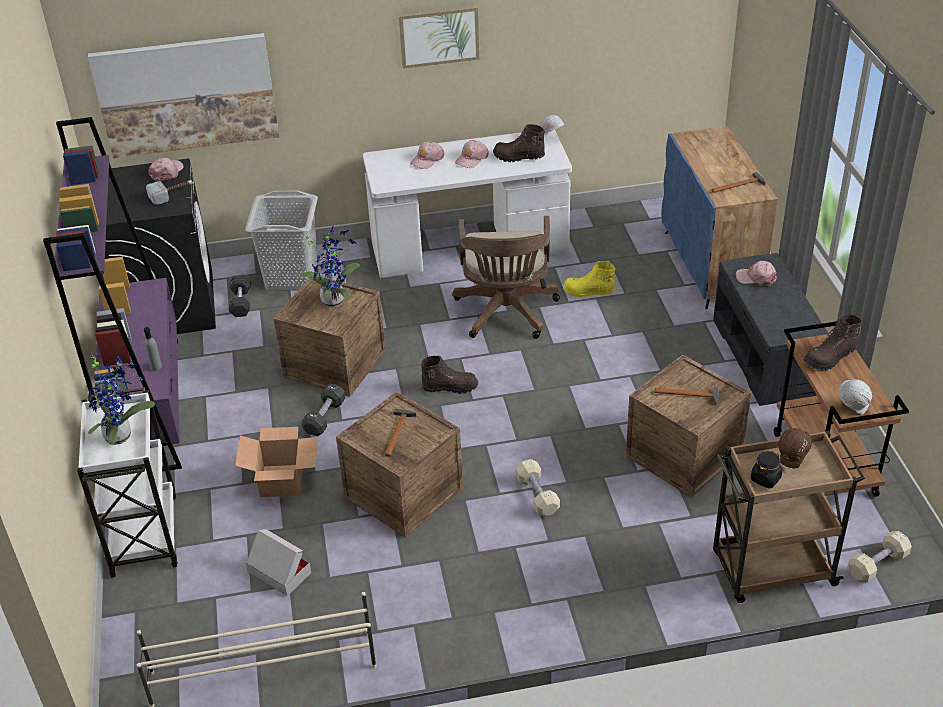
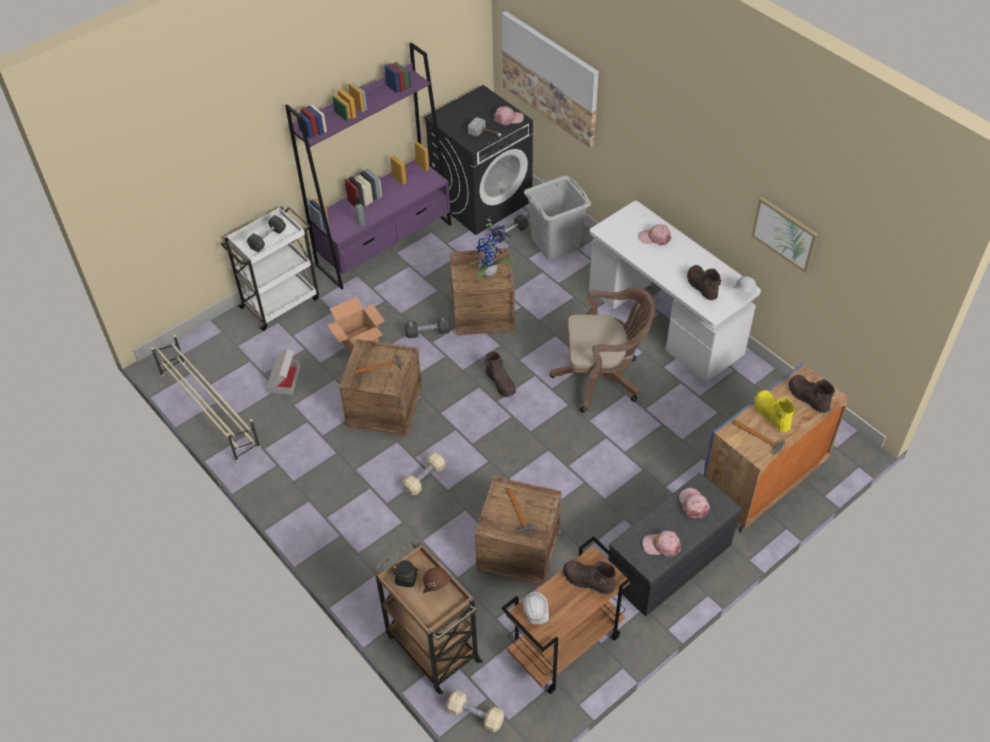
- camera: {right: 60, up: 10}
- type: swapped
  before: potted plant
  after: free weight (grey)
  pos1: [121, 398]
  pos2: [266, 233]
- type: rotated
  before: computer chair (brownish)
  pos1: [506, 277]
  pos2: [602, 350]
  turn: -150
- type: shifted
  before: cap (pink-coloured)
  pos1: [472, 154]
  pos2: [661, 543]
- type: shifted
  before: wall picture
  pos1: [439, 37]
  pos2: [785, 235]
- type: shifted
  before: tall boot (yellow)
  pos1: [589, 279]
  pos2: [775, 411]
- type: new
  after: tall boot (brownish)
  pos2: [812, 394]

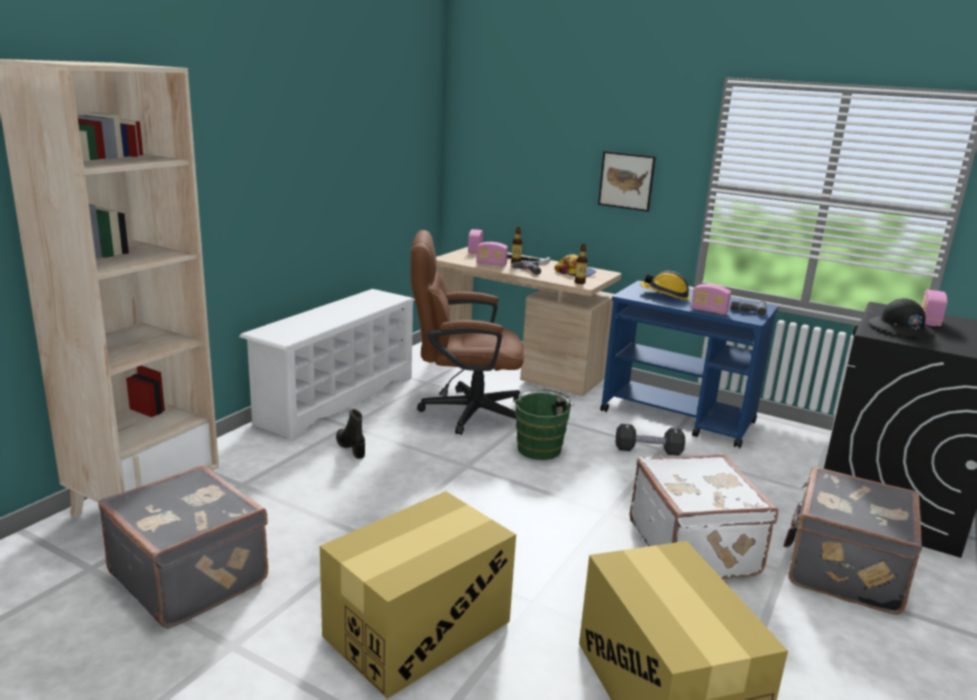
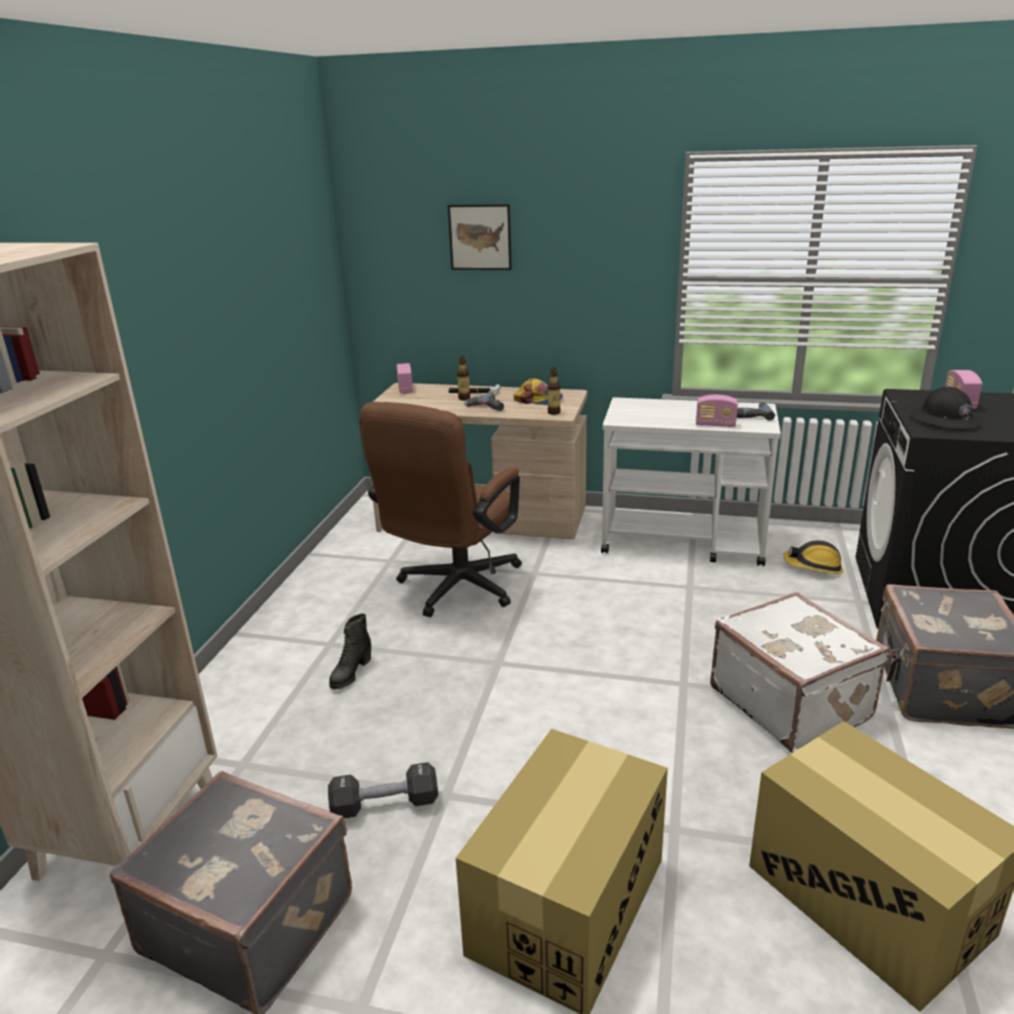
- camera: {right: -15, up: 5}
- type: shifted
  before: free weight (blackish)
  pos1: [650, 440]
  pos2: [383, 790]
- type: rotated
  before: tall boot (blackish)
  pos1: [350, 434]
  pos2: [350, 651]
  turn: -105
- type: rotated
  before: computer chair (brownish)
  pos1: [467, 332]
  pos2: [440, 509]
  turn: -45
- type: shifted
  before: wall picture
  pos1: [627, 181]
  pos2: [480, 237]
- type: repainted
  before: trolley (blue)
  after: trolley (white)
  pos1: [689, 364]
  pos2: [691, 481]
- type: shifted
  before: work helmet
  pos1: [665, 285]
  pos2: [813, 557]
- type: gone
  before: shoe stand (white)
  pos1: [327, 365]
- type: gone
  before: radio set
  pos1: [492, 254]
- type: gone
  before: pail (green)
  pos1: [544, 424]

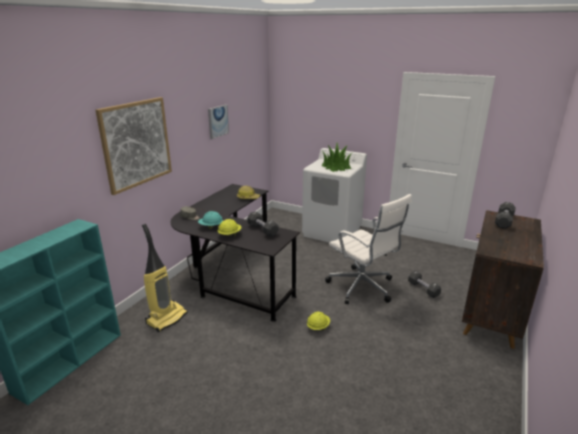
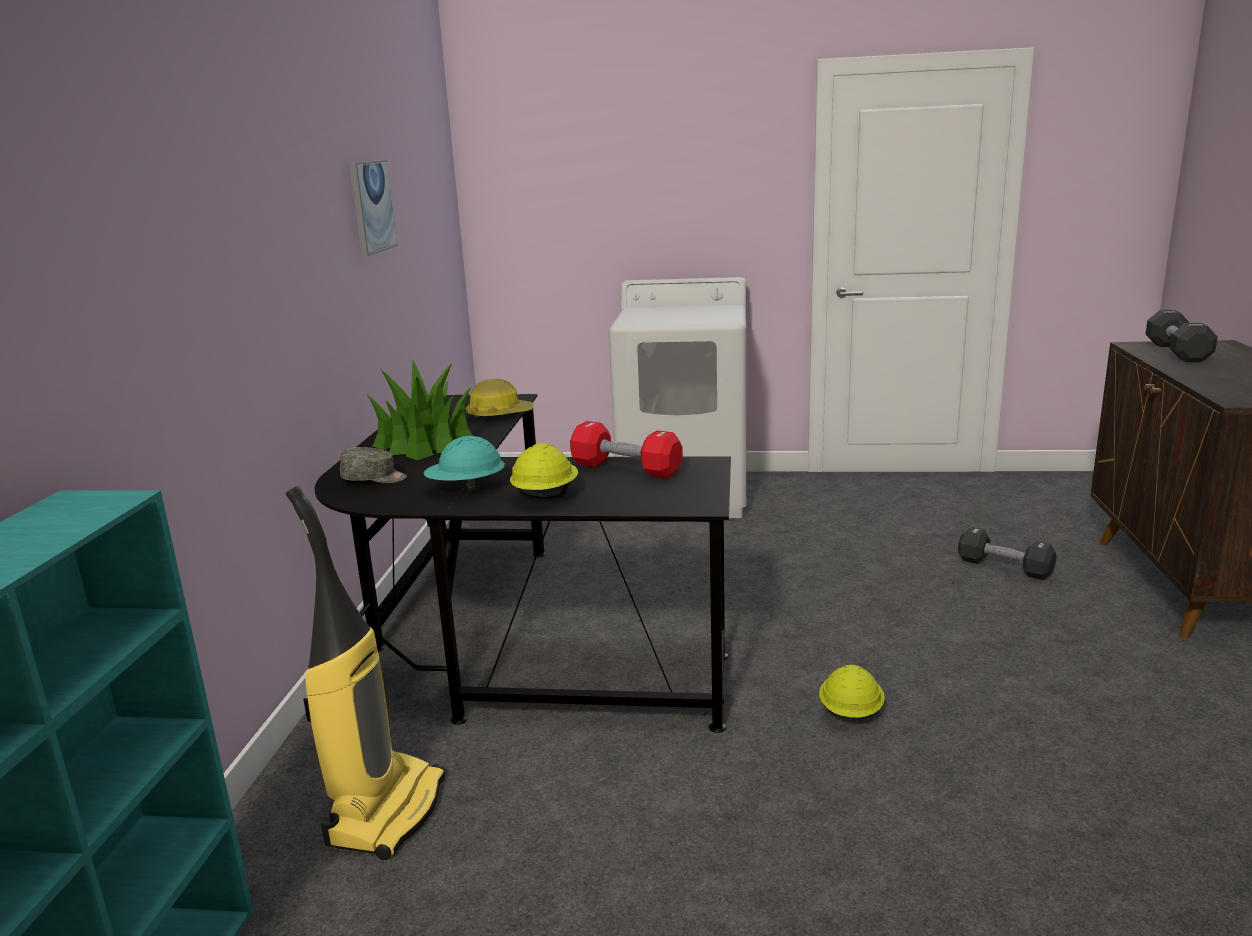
- camera: {right: -20, up: -5}
- type: shifted
  before: potted plant
  pos1: [337, 157]
  pos2: [420, 409]
- type: repainted
  before: free weight (blackish)
  after: free weight (reddish)
  pos1: [263, 224]
  pos2: [626, 450]
- type: gone
  before: wall picture
  pos1: [133, 146]
- type: gone
  before: computer chair (white)
  pos1: [368, 249]

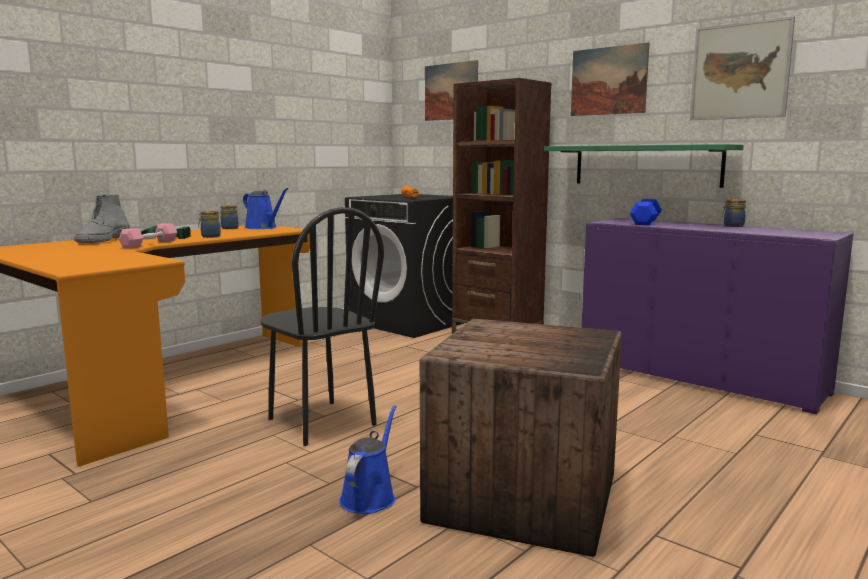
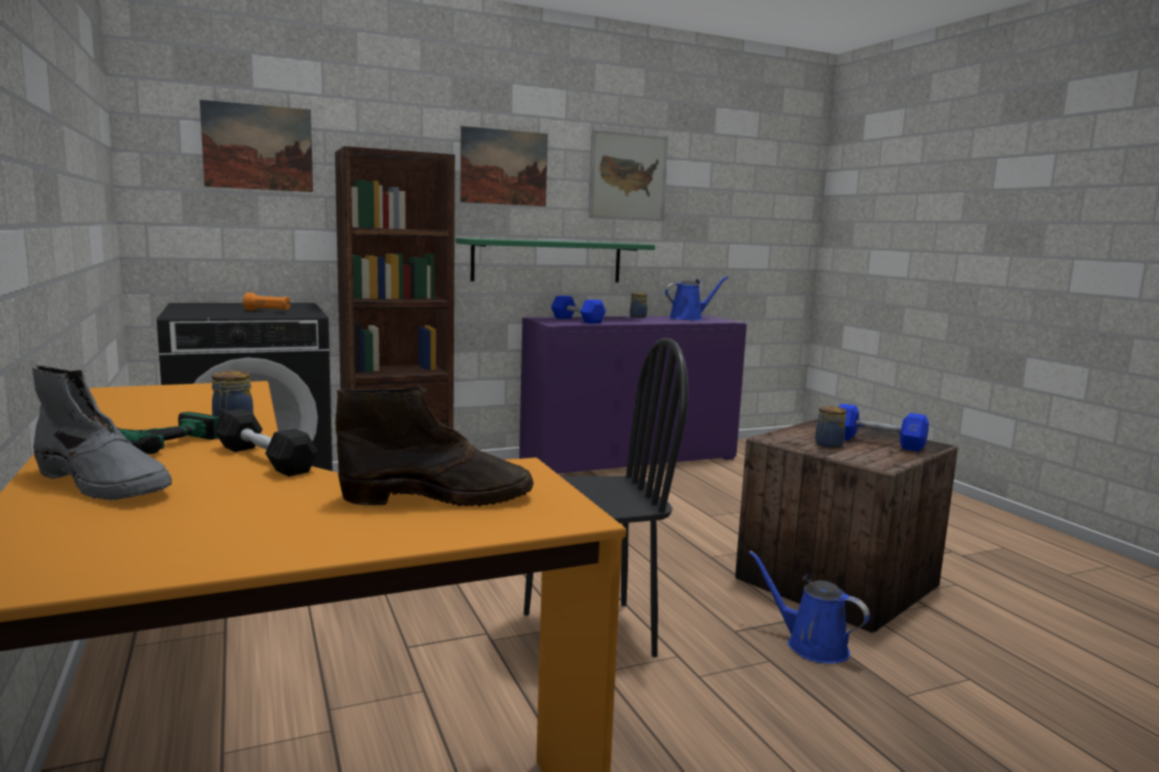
- camera: {right: -65, up: 0}
- type: repainted
  before: free weight (pink-coloured)
  after: free weight (blackish)
  pos1: [148, 236]
  pos2: [266, 443]
- type: new
  after: tall boot (brownish)
  pos2: [434, 446]
- type: shifted
  before: watering can (blue)
  pos1: [265, 208]
  pos2: [696, 298]
- type: shifted
  before: jar
  pos1: [229, 217]
  pos2: [830, 427]
- type: new
  after: free weight (blue)
  pos2: [883, 428]

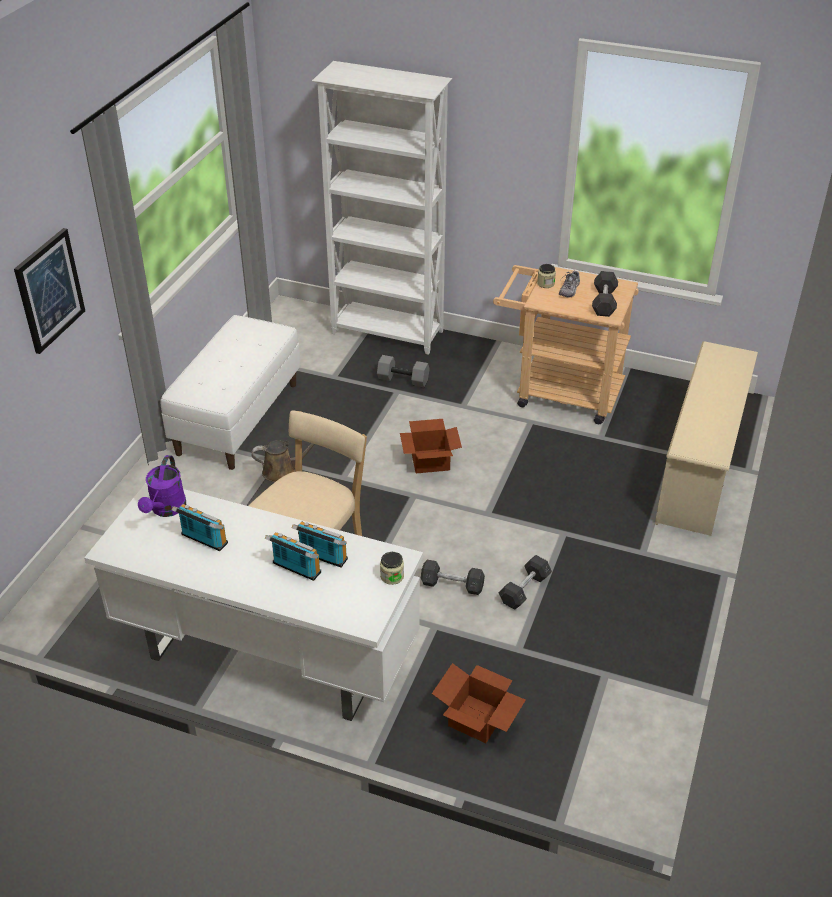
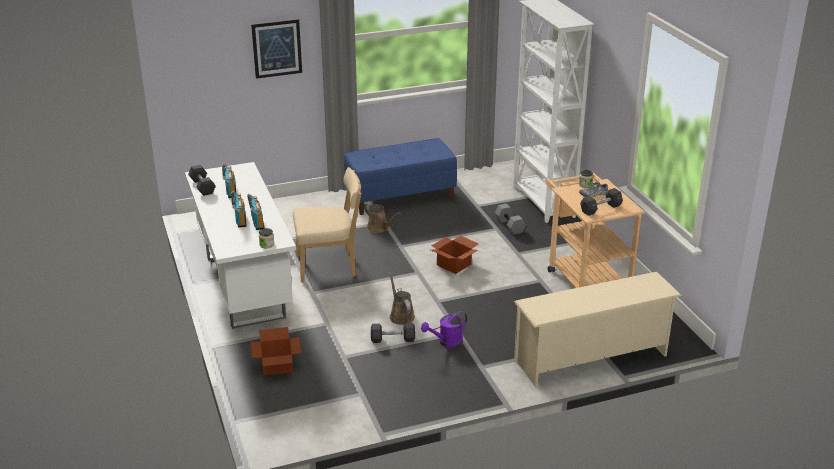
- camera: {right: 50, up: -10}
- type: shifted
  before: free weight (grey)
  pos1: [453, 577]
  pos2: [202, 180]
- type: repainted
  before: long seat (white)
  after: long seat (blue)
  pos1: [231, 392]
  pos2: [400, 176]
- type: new
  after: watering can (brownish)
  pos2: [402, 298]
- type: shifted
  before: watering can (purplish)
  pos1: [162, 486]
  pos2: [444, 329]

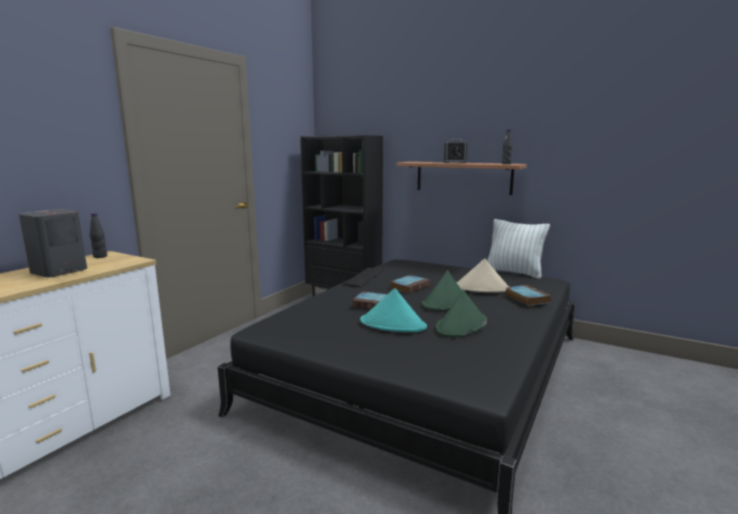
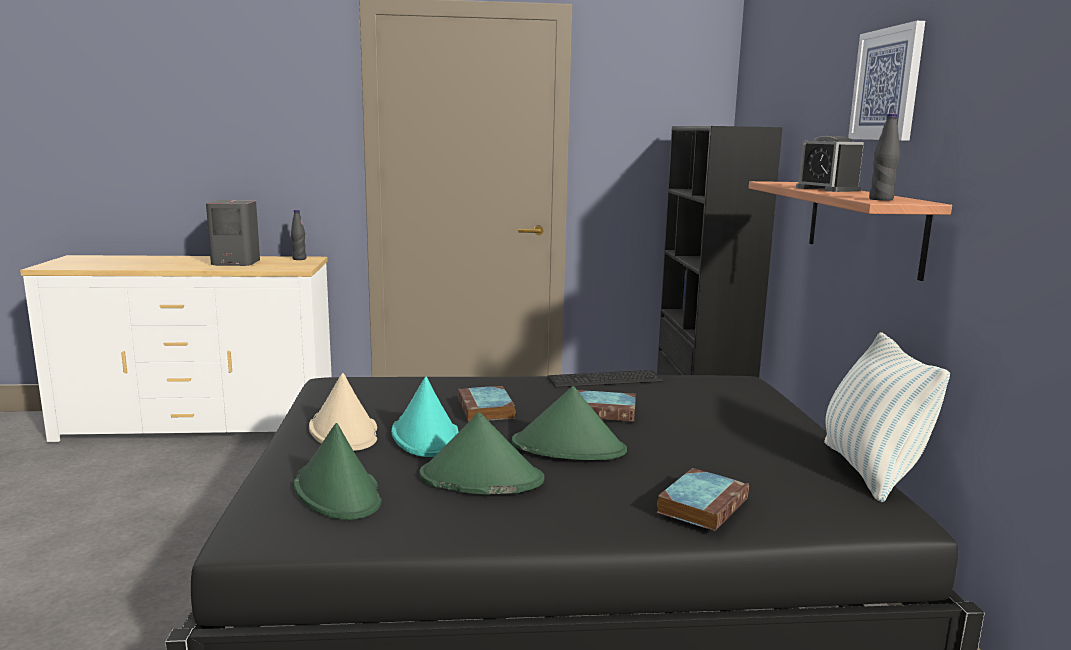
- camera: {right: 55, up: 0}
- type: new
  after: hat (green)
  pos2: [338, 471]
- type: shifted
  before: hat (sand-coloured)
  pos1: [482, 276]
  pos2: [343, 412]
- type: new
  after: wall picture
  pos2: [886, 81]

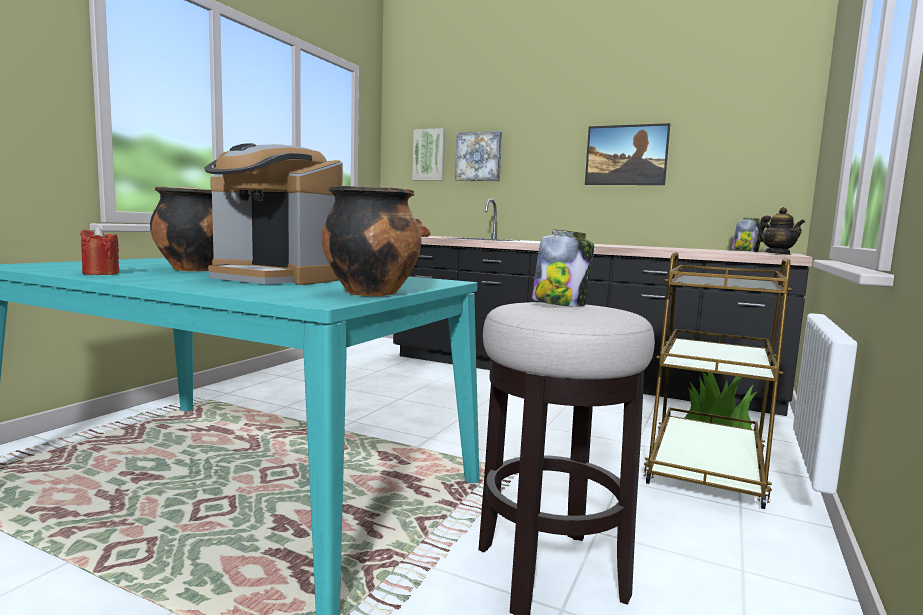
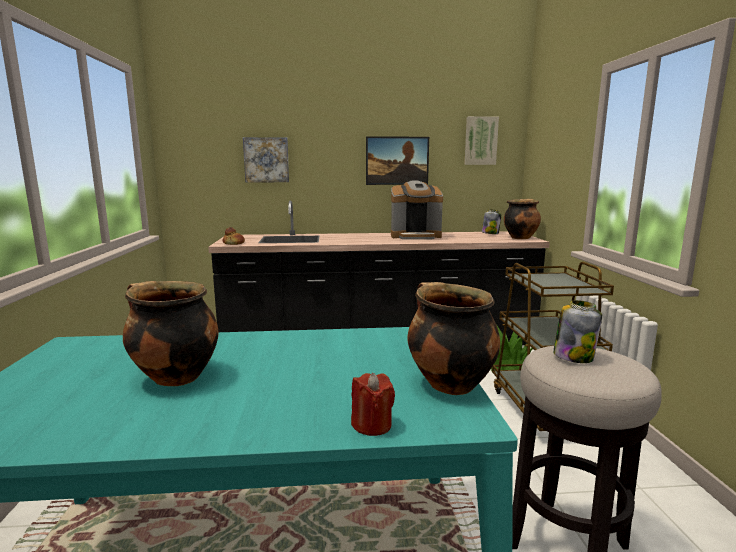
- camera: {right: -30, up: 5}
- type: shifted
  before: candle (reddish)
  pos1: [100, 251]
  pos2: [373, 404]
- type: shifted
  before: coffee brewer
  pos1: [273, 214]
  pos2: [417, 210]
- type: shifted
  before: wall picture
  pos1: [429, 154]
  pos2: [481, 140]
- type: swapped
  before: tea pot
  after: cooking pot
  pos1: [781, 231]
  pos2: [522, 219]

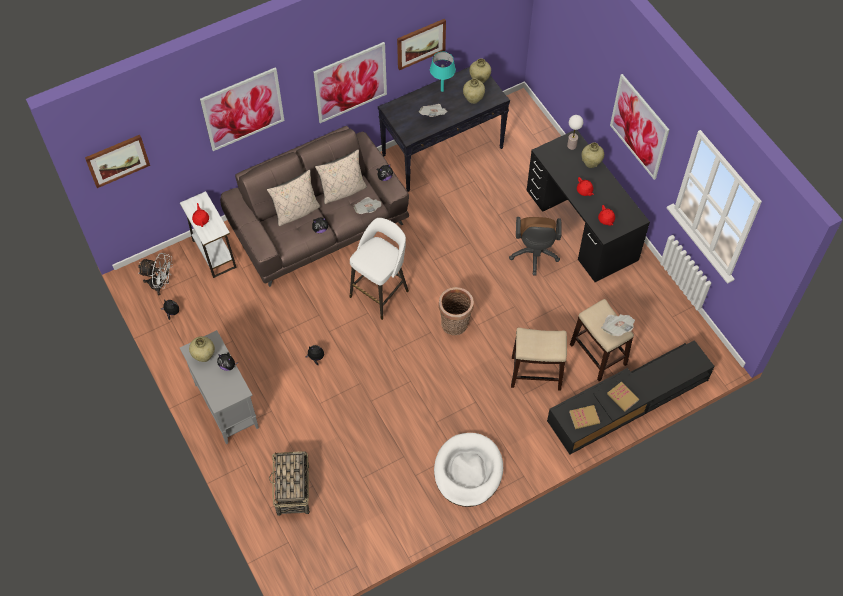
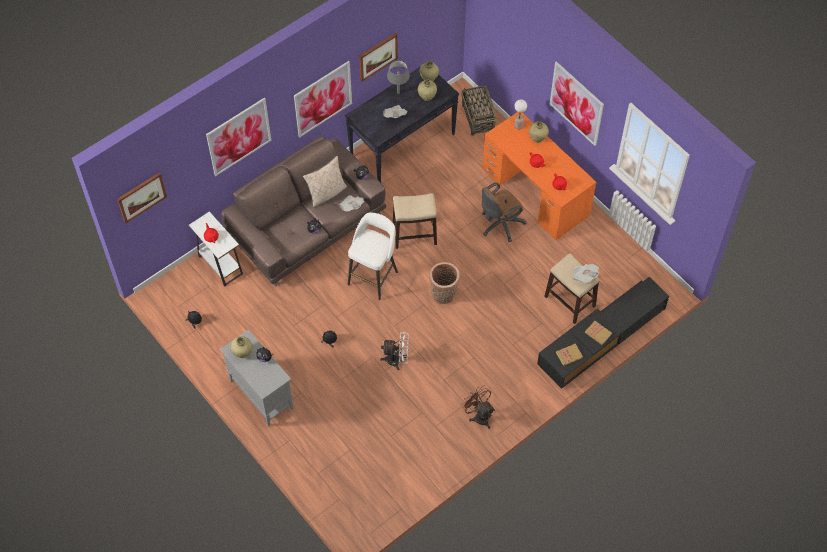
- camera: {right: -10, up: 0}
- type: shifted
  before: electric fan (white)
  pos1: [155, 274]
  pos2: [394, 351]
- type: repainted
  before: lamp for a table (turquoise)
  after: lamp for a table (grey)
  pos1: [443, 72]
  pos2: [398, 77]
- type: shifted
  before: sitting stool
  pos1: [539, 359]
  pos2: [415, 221]
- type: shifted
  before: household basket
  pos1: [289, 484]
  pos2: [479, 110]
- type: swapped
  before: pet bed (white)
  after: electric fan (brownish)
  pos1: [468, 470]
  pos2: [478, 407]
- type: rotated
  before: computer chair (brownish)
  pos1: [535, 246]
  pos2: [504, 212]
  turn: 60
- type: repainted
  before: desk unit (blackish)
  after: desk unit (orangey)
  pos1: [588, 206]
  pos2: [539, 176]
- type: gone
  before: throw pillow (sand-coloured)
  pos1: [294, 198]

